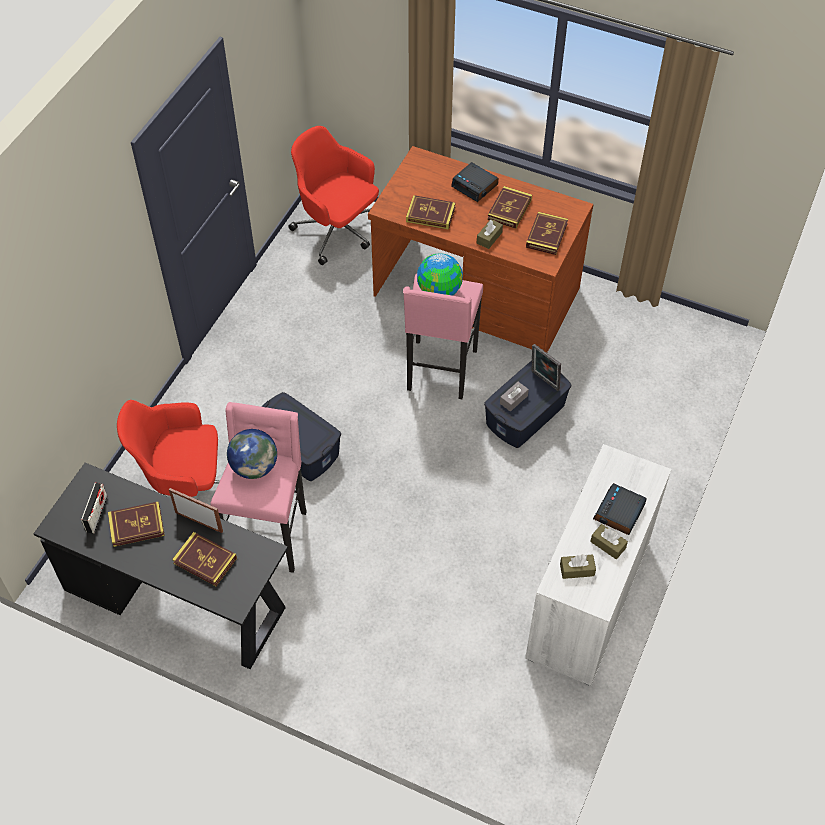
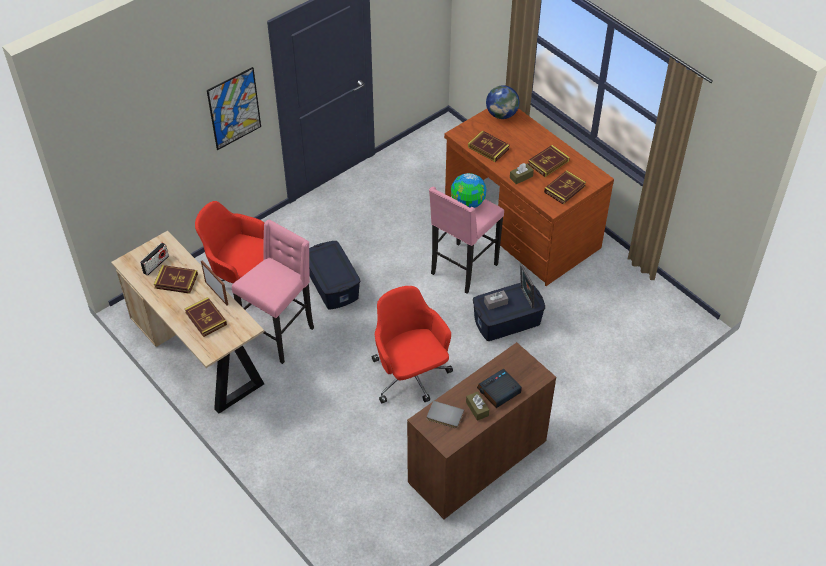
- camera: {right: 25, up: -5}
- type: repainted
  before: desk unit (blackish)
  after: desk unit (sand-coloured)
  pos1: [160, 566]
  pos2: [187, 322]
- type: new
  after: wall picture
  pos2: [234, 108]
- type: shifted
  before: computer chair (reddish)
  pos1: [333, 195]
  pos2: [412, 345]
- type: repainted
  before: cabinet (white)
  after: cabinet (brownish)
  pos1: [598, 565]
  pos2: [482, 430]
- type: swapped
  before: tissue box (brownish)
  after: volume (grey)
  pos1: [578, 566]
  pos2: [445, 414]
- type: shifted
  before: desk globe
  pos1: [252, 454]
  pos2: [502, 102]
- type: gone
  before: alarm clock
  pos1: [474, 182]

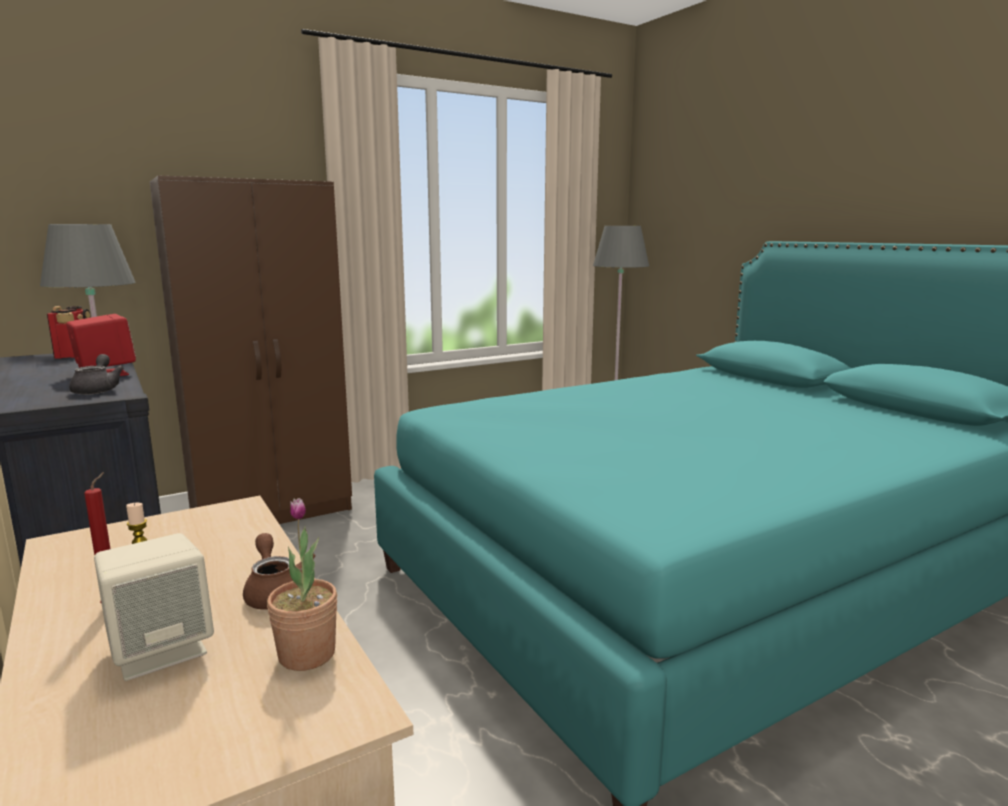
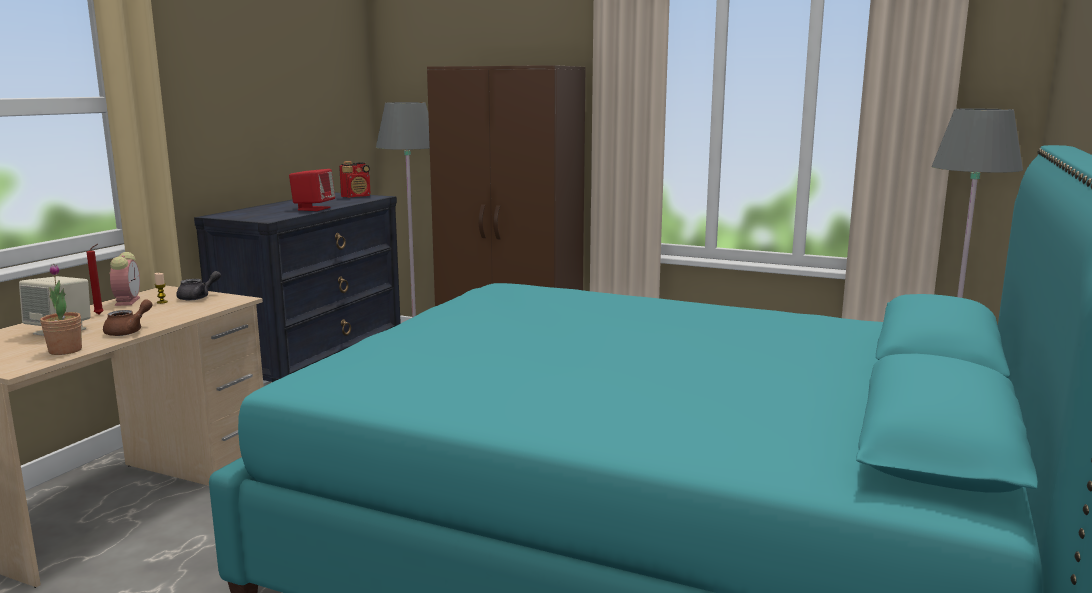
- camera: {right: 55, up: 0}
- type: new
  after: alarm clock
  pos2: [124, 279]
- type: shifted
  before: tea pot (grey)
  pos1: [96, 374]
  pos2: [198, 286]

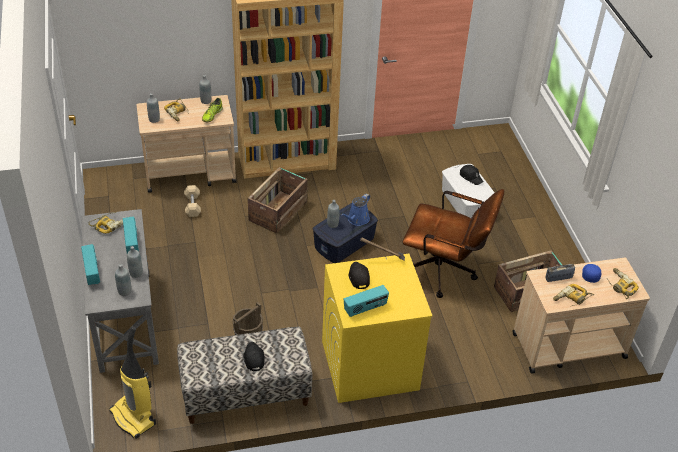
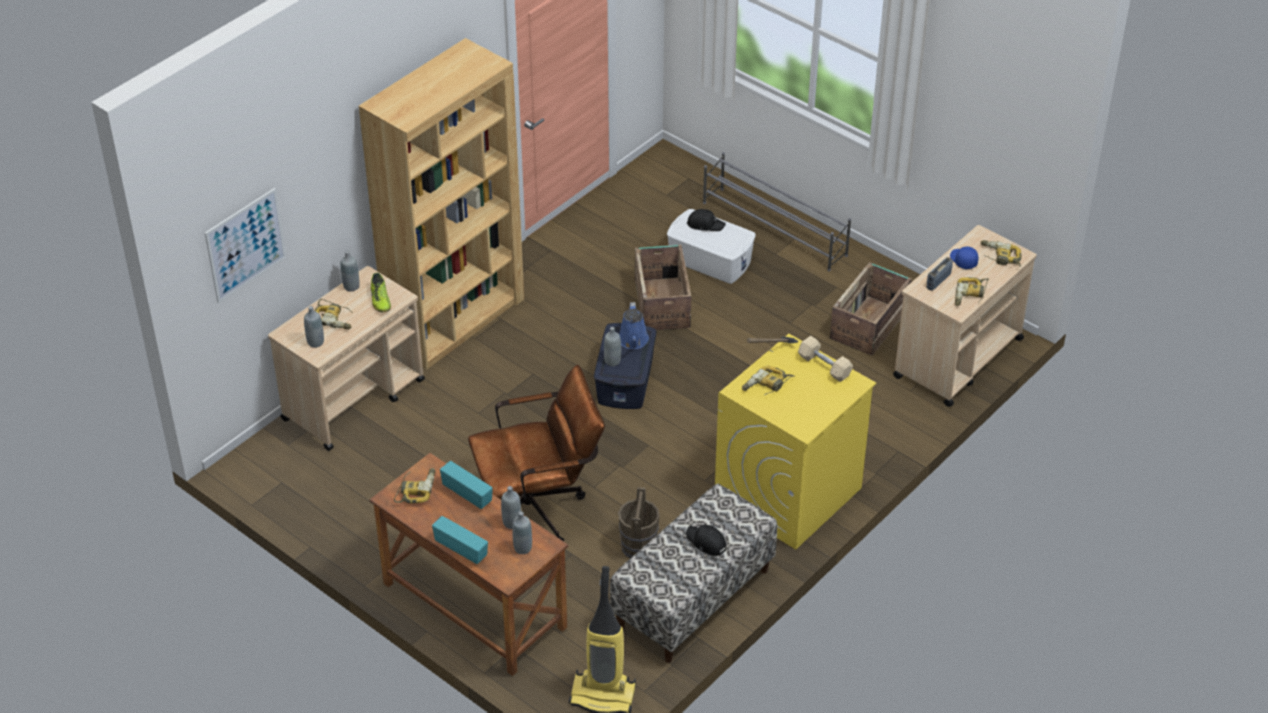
- camera: {right: -35, up: 0}
- type: new
  after: wall picture
  pos2: [245, 245]
- type: repainted
  before: desk unit (grey)
  after: desk unit (brownish)
  pos1: [120, 291]
  pos2: [468, 564]
- type: shifted
  before: computer chair (brownish)
  pos1: [453, 243]
  pos2: [536, 453]
- type: shifted
  before: crate
  pos1: [278, 200]
  pos2: [663, 287]
- type: new
  after: shoe stand (grey)
  pos2: [777, 211]
- type: swapped
  before: cap (blackish)
  after: electric drill
  pos1: [359, 275]
  pos2: [768, 380]
- type: shifted
  before: free weight (sand-coloured)
  pos1: [192, 201]
  pos2: [825, 359]
- type: gone
  before: radio set
  pos1: [366, 301]

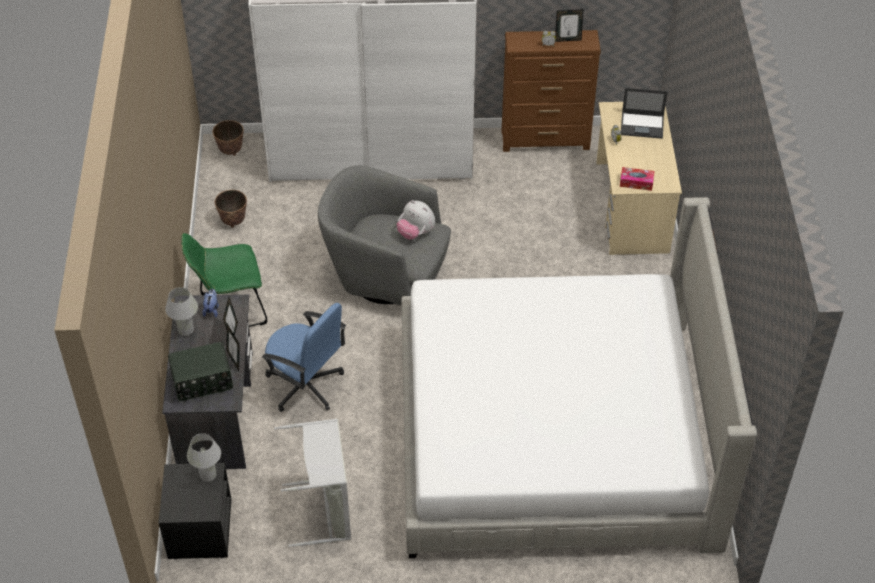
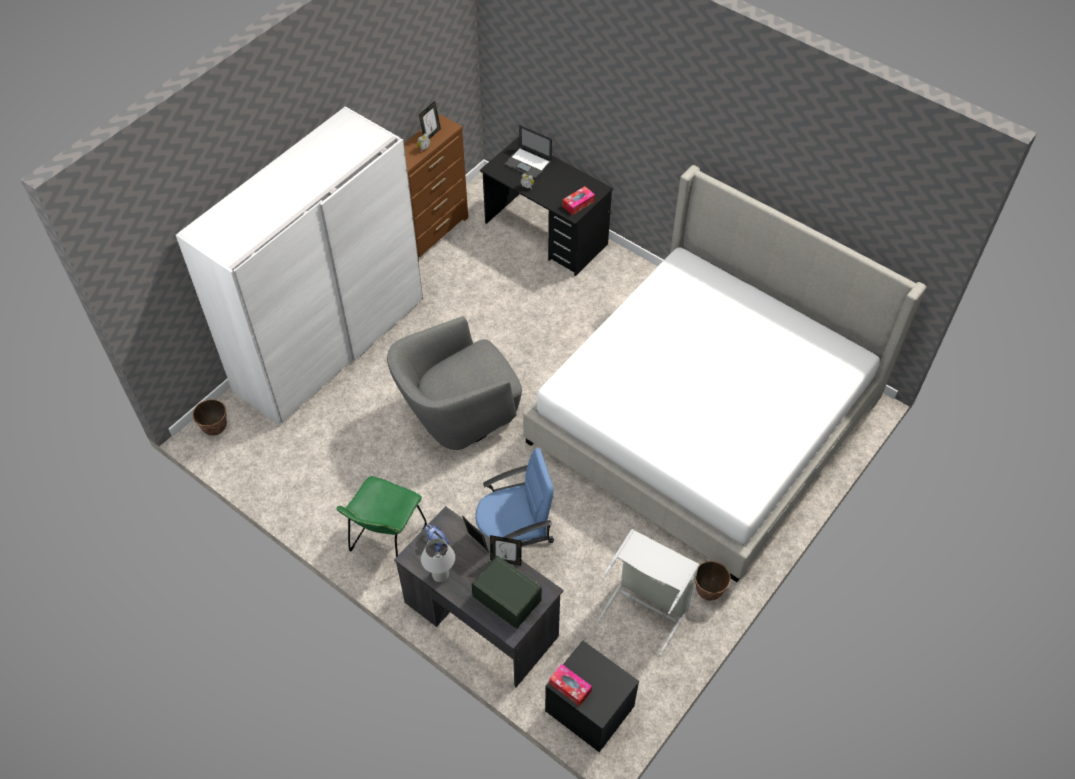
- camera: {right: -50, up: 5}
- type: rotated
  before: radio set
  pos1: [200, 371]
  pos2: [507, 592]
  turn: -75
- type: repainted
  before: desk unit (sand-coloured)
  after: desk unit (blackish)
  pos1: [639, 178]
  pos2: [546, 206]
- type: rotated
  before: laptop
  pos1: [644, 113]
  pos2: [528, 152]
  turn: 75
- type: new
  after: tissue box
  pos2: [570, 685]
- type: shifted
  before: plant pot
  pos1: [231, 209]
  pos2: [713, 581]
- type: gone
  before: lamp for a table (white)
  pos1: [204, 457]
- type: gone
  before: soft toy
  pos1: [416, 220]

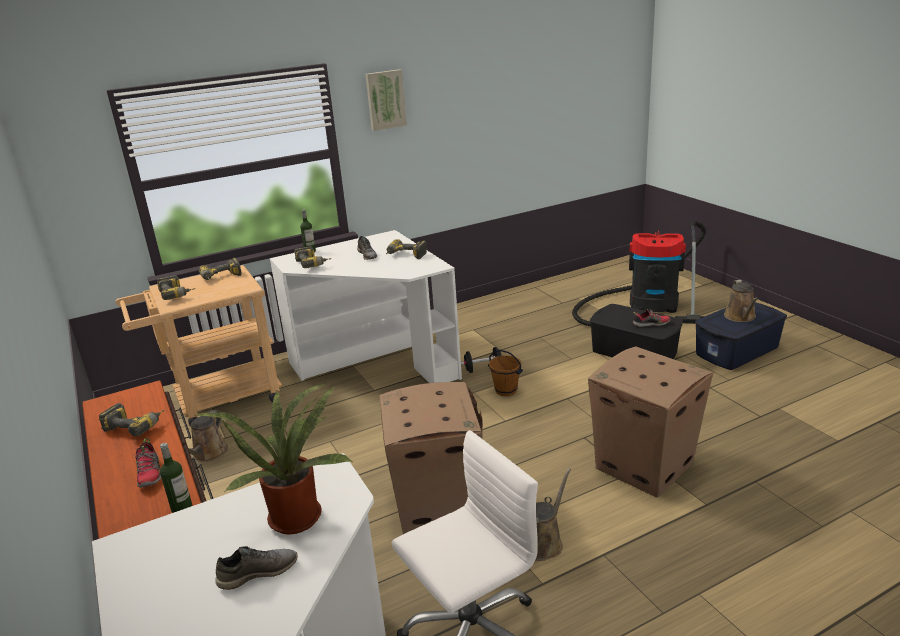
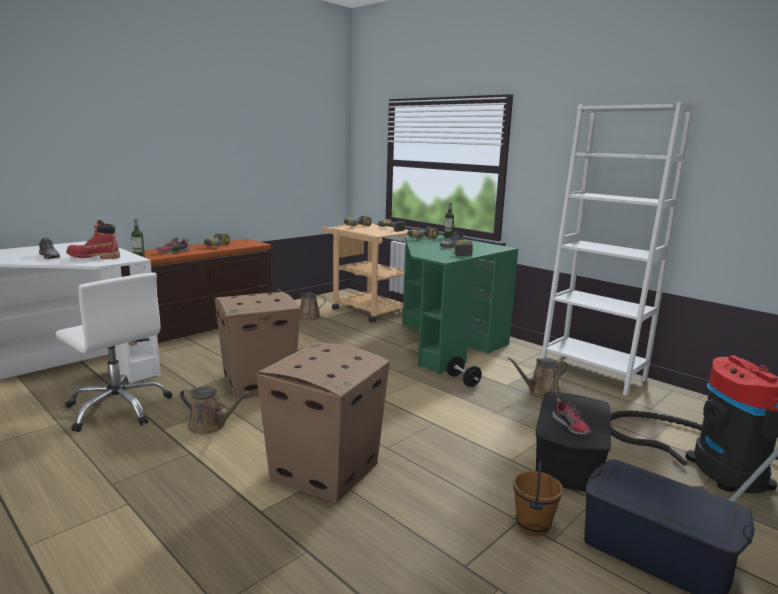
- camera: {right: 70, up: -10}
- type: swapped
  before: potted plant
  after: tall boot (reddish)
  pos1: [275, 458]
  pos2: [93, 239]
- type: repainted
  before: desk unit (white)
  after: desk unit (green)
  pos1: [366, 306]
  pos2: [460, 304]
- type: shifted
  before: watering can (brownish)
  pos1: [741, 301]
  pos2: [538, 377]
- type: shifted
  before: pail (brownish)
  pos1: [505, 373]
  pos2: [538, 499]
- type: new
  after: bookcase (white)
  pos2: [617, 249]
- type: gone
  before: wall picture
  pos1: [386, 100]

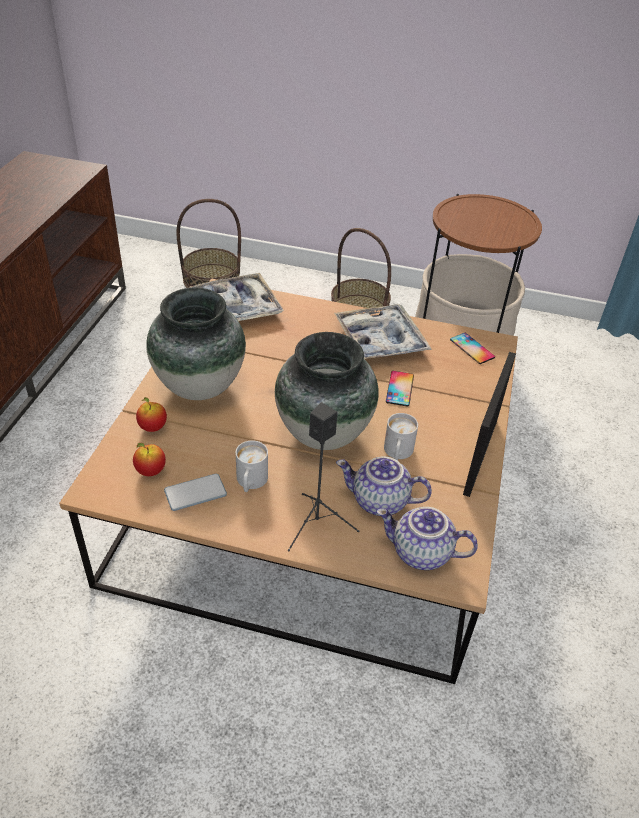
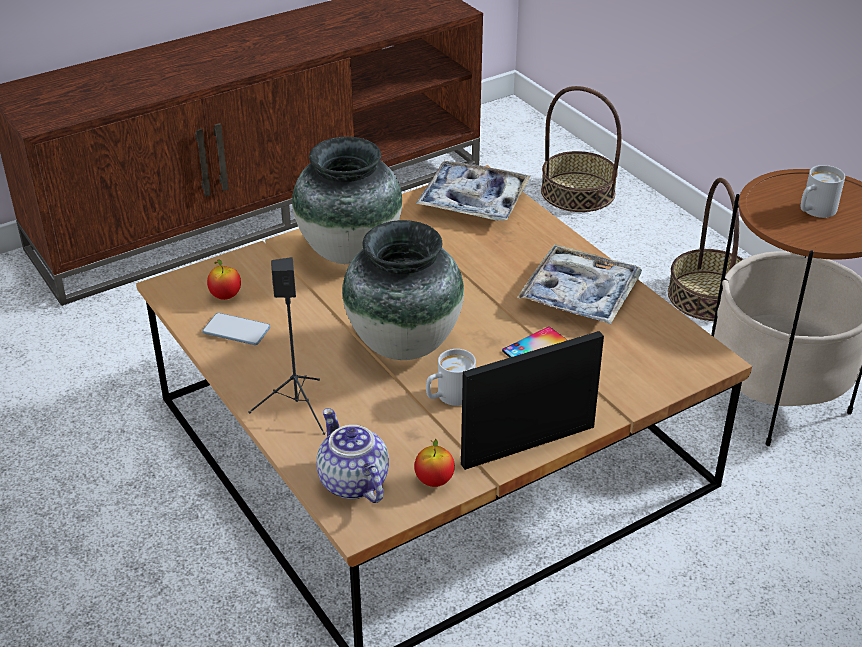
- camera: {right: 45, up: -5}
- type: shifted
  before: apple fruit
  pos1: [151, 414]
  pos2: [434, 463]
- type: shifted
  before: tea mug (white)
  pos1: [252, 466]
  pos2: [823, 191]
- type: gone
  before: tea pot
  pos1: [384, 486]
- type: gone
  before: telephone
  pos1: [472, 348]

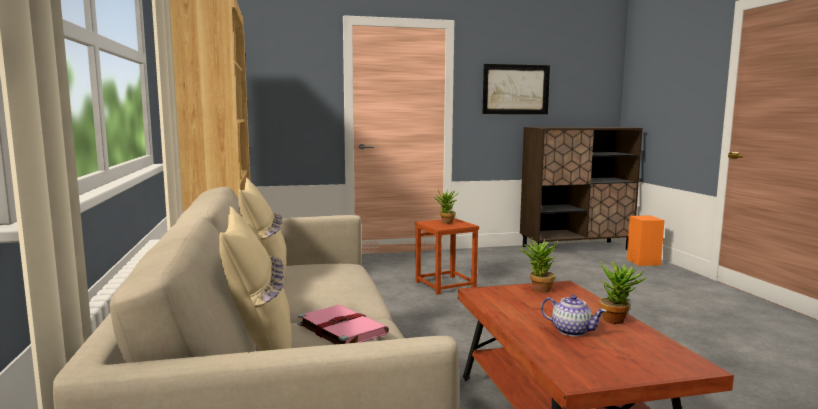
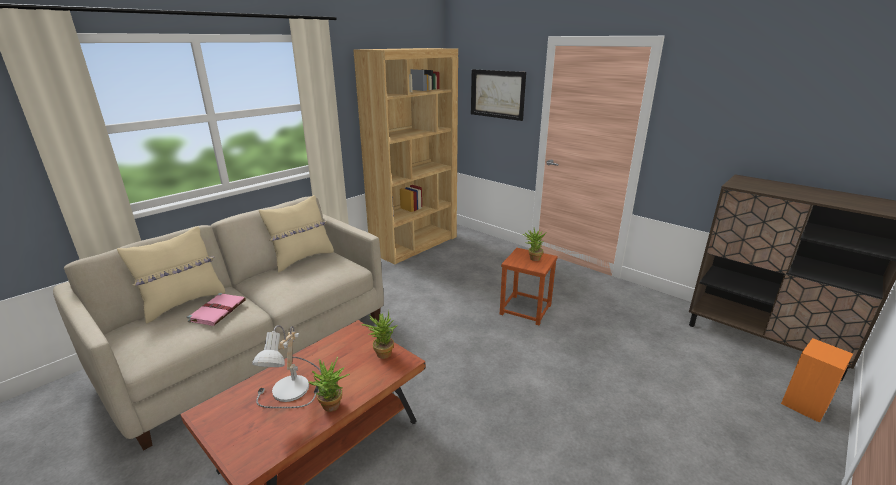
- camera: {right: 55, up: 15}
- type: swapped
  before: tea pot
  after: lamp for a table
  pos1: [573, 315]
  pos2: [286, 366]
- type: shifted
  before: wall picture
  pos1: [516, 89]
  pos2: [498, 95]

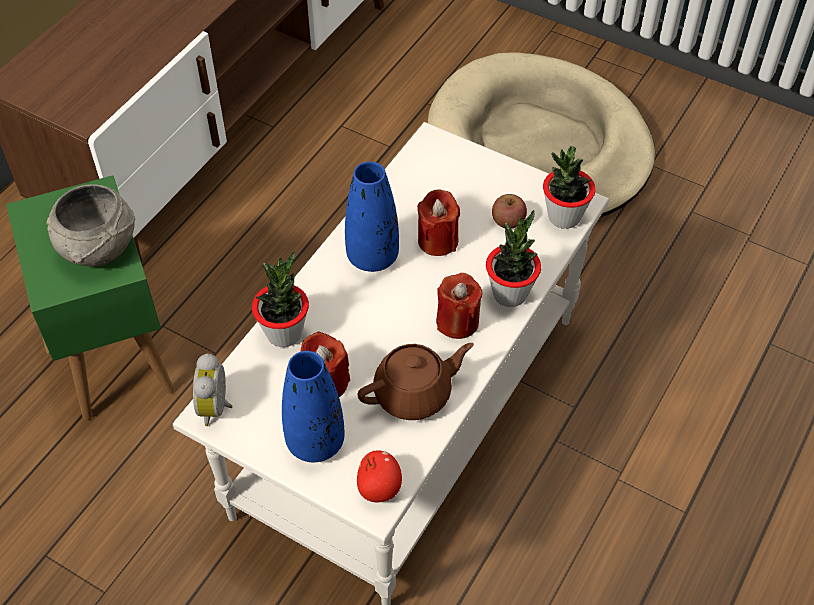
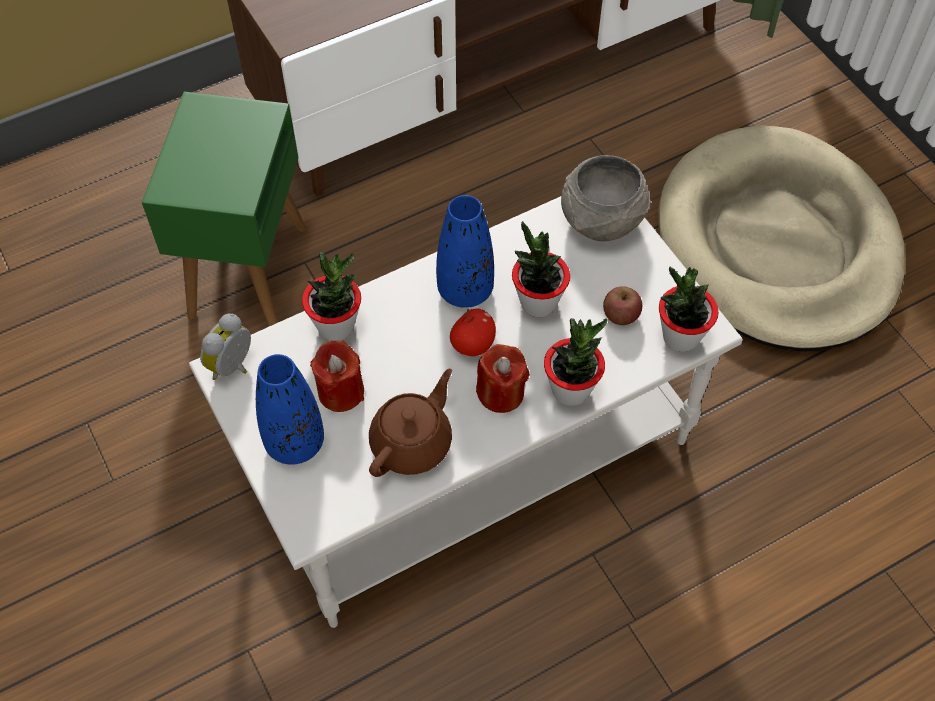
- camera: {right: 30, up: 5}
- type: rotated
  before: tea pot (brownish)
  pos1: [415, 381]
  pos2: [410, 423]
  turn: -60
- type: shifted
  before: apple fruit
  pos1: [379, 476]
  pos2: [473, 332]
- type: swapped
  before: candle (reddish)
  after: potted plant
  pos1: [438, 222]
  pos2: [541, 269]
- type: shifted
  before: deep dish (grey)
  pos1: [91, 225]
  pos2: [606, 198]

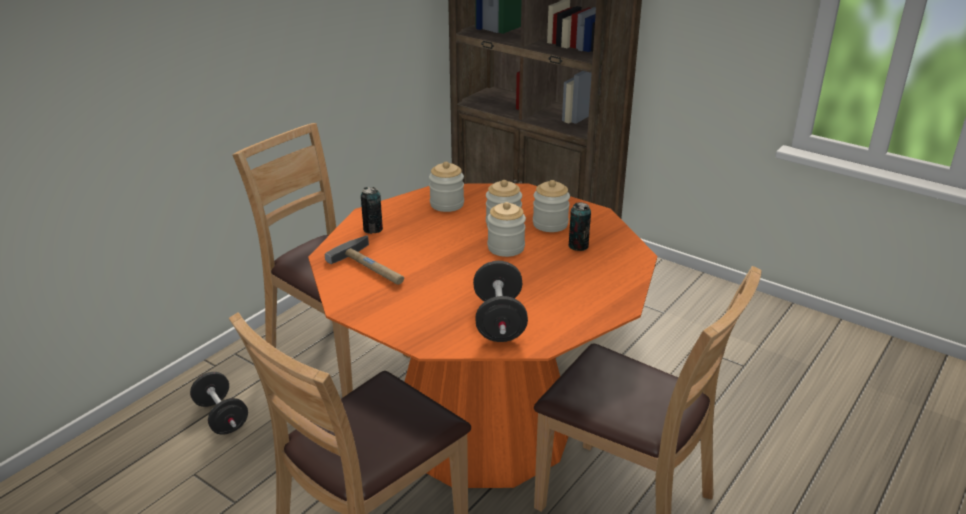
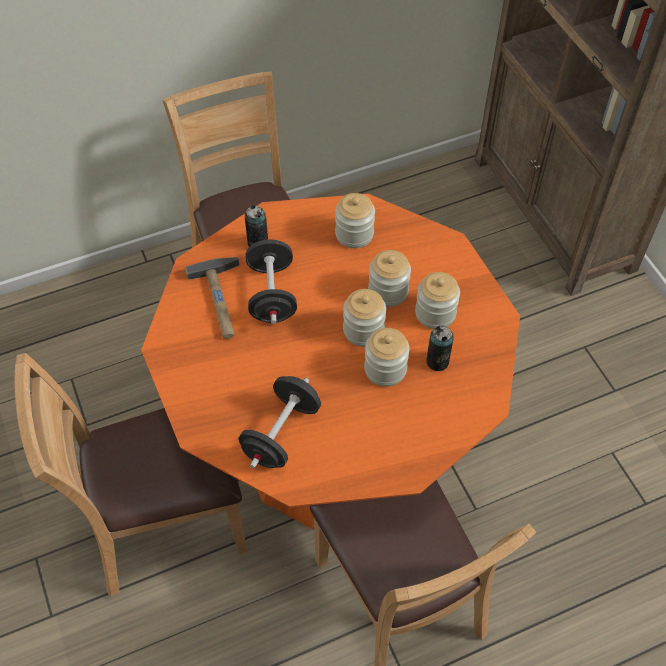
- camera: {right: 30, up: 25}
- type: shifted
  before: free weight (blackish)
  pos1: [219, 403]
  pos2: [271, 281]
- type: new
  after: jar
  pos2: [386, 357]

